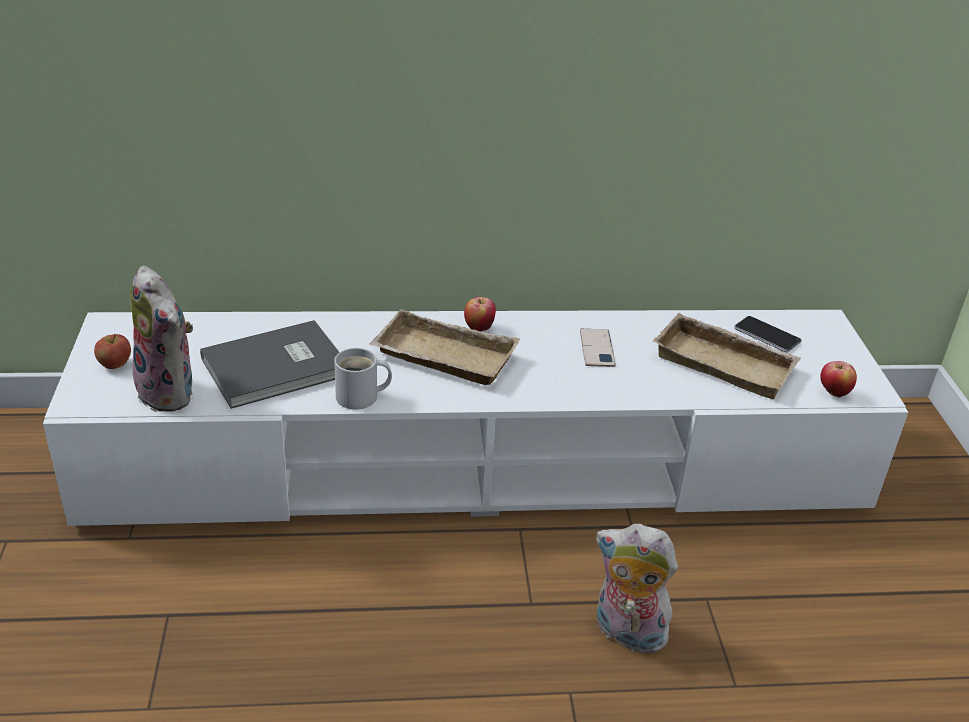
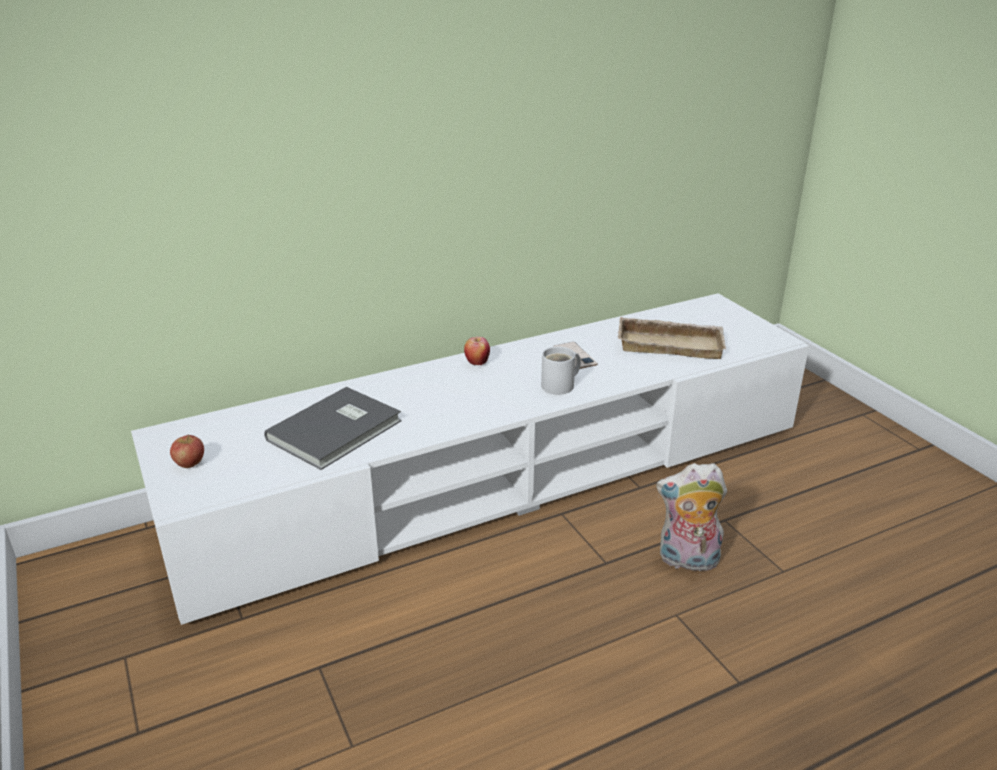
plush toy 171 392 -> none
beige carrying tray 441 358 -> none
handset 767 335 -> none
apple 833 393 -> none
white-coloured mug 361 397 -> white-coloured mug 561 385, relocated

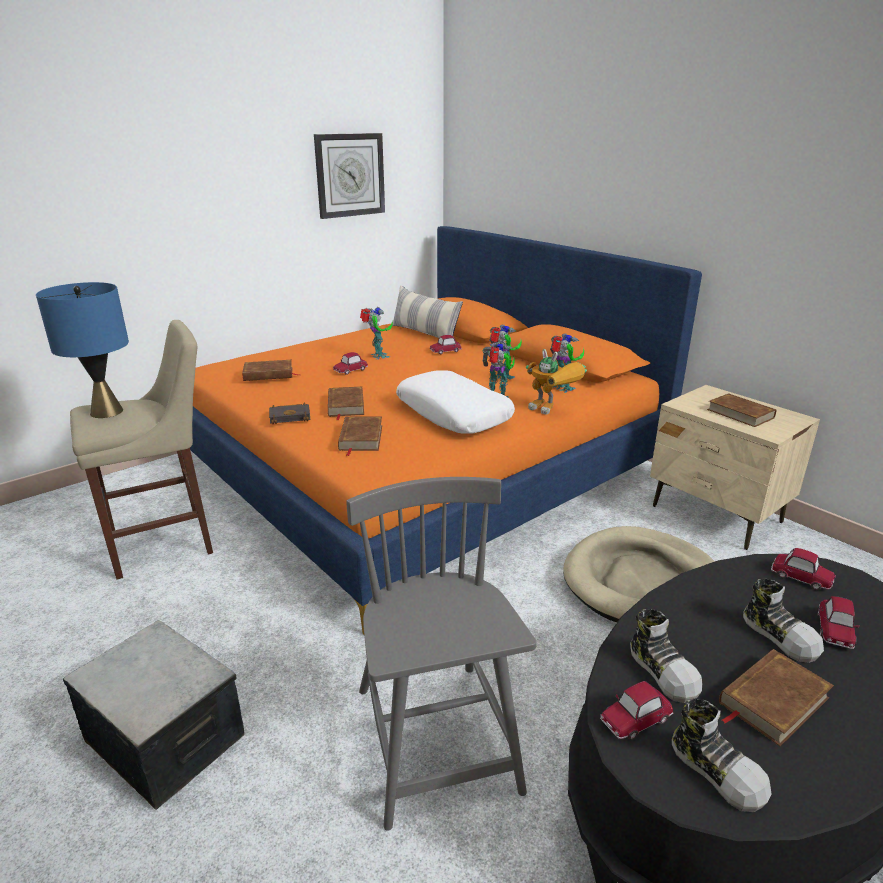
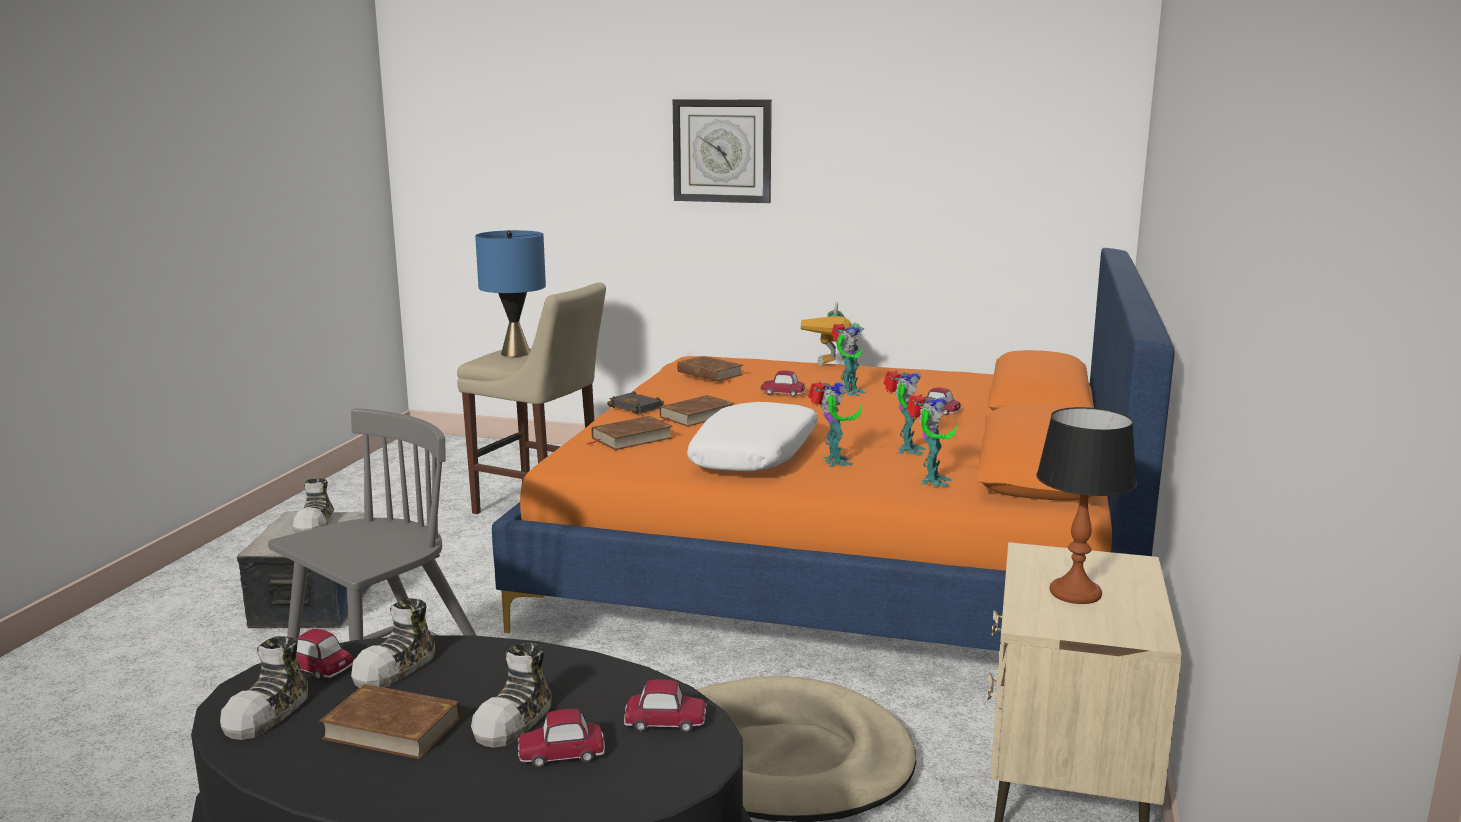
throw pillow 424 333 -> none
none -> shoe 316 523
wall clock 350 175 -> wall clock 722 151, relocated
toy robot 552 410 -> toy robot 831 365, relocated
brown bound book 740 413 -> table lamp 1076 593
model car 801 577 -> model car 665 721, 90 degrees counterclockwise

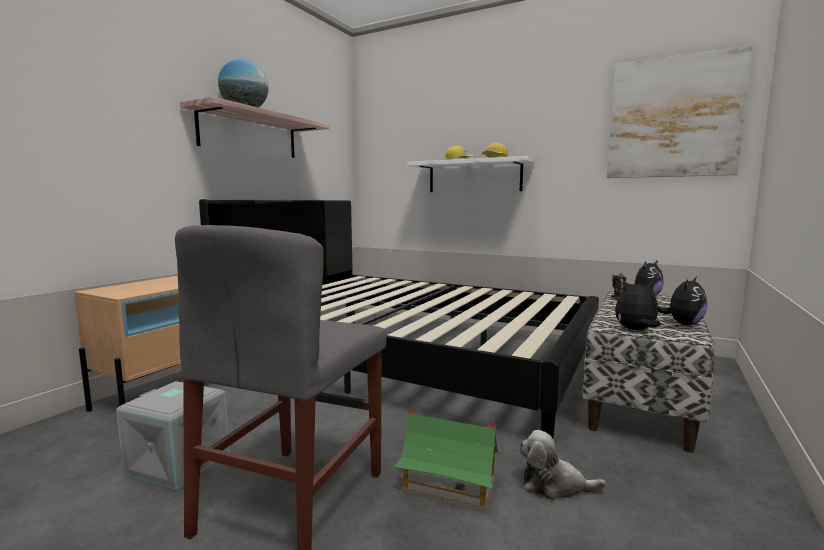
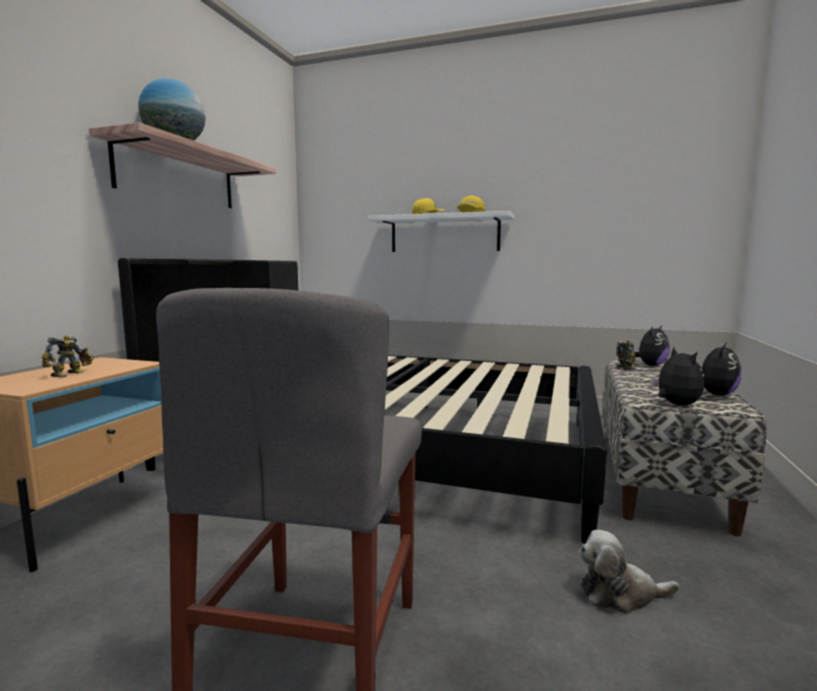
greyish storage box 177 463 -> none
miniature house 448 485 -> none
wall picture 673 118 -> none
none -> toy robot 70 374
plush toy 635 330 -> plush toy 675 405, 90 degrees clockwise

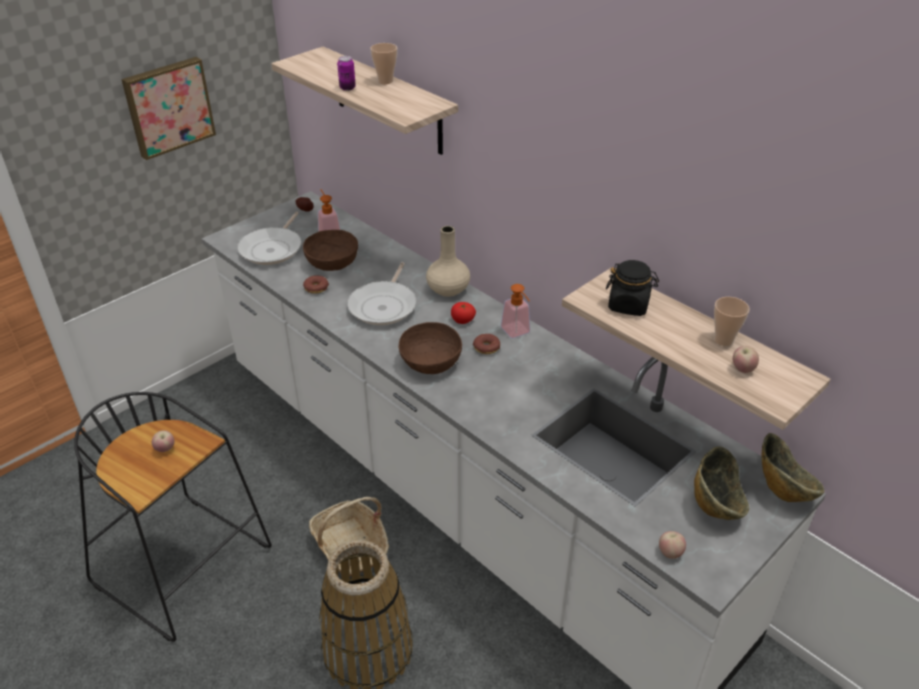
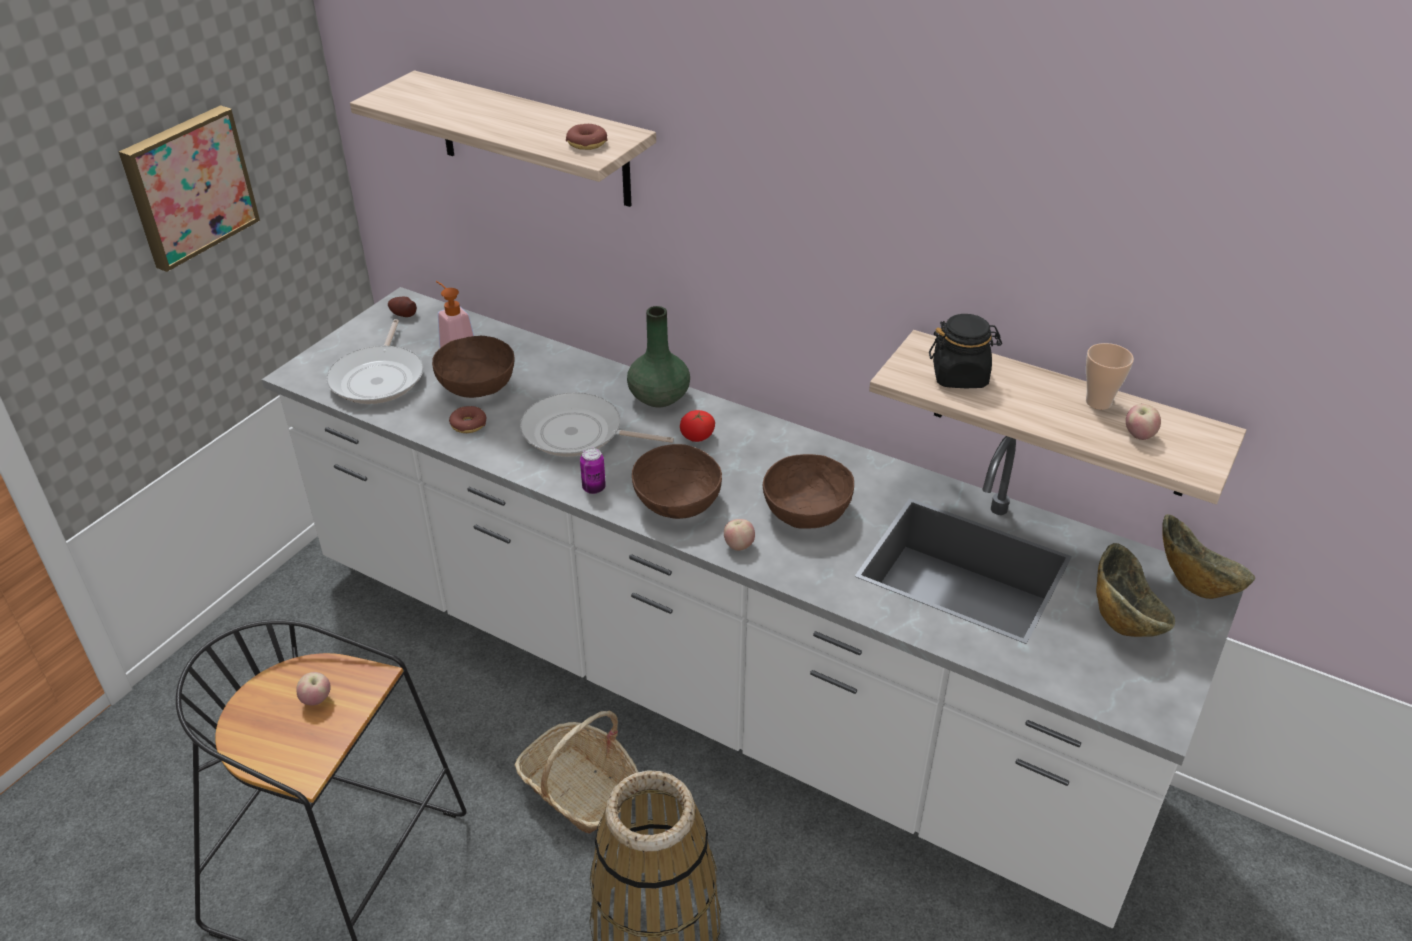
cup 385 81 -> none
soap dispenser 518 333 -> none
none -> brown deep dish 806 510
sealed can 347 88 -> sealed can 594 488, relocated
ring doughnut 486 347 -> ring doughnut 587 143, relocated
apple 670 553 -> apple 739 546, relocated
beige vase 447 290 -> green vase 658 398
pan 384 305 -> pan 578 434, 105 degrees clockwise

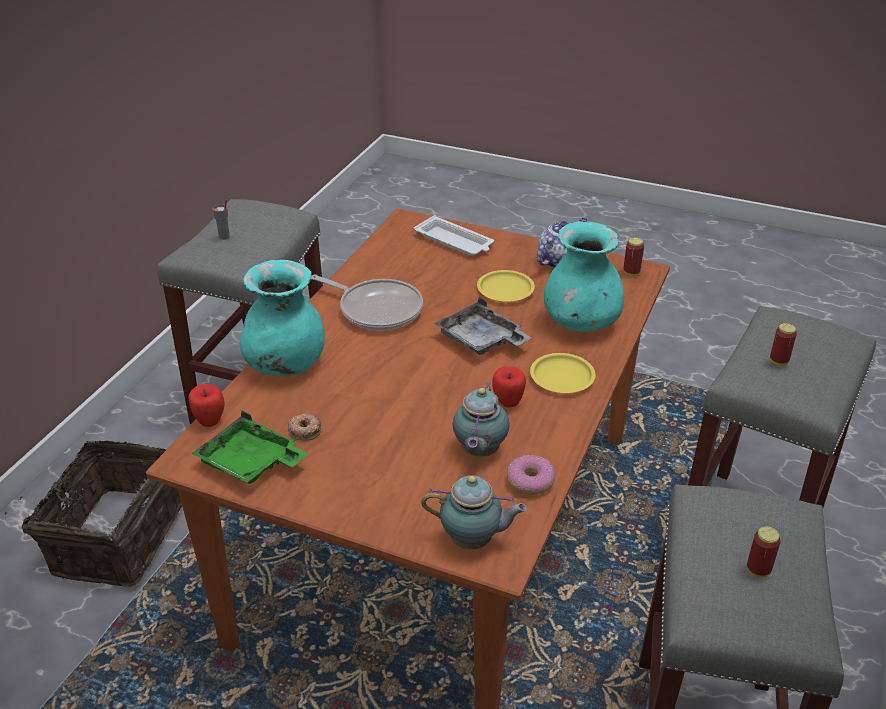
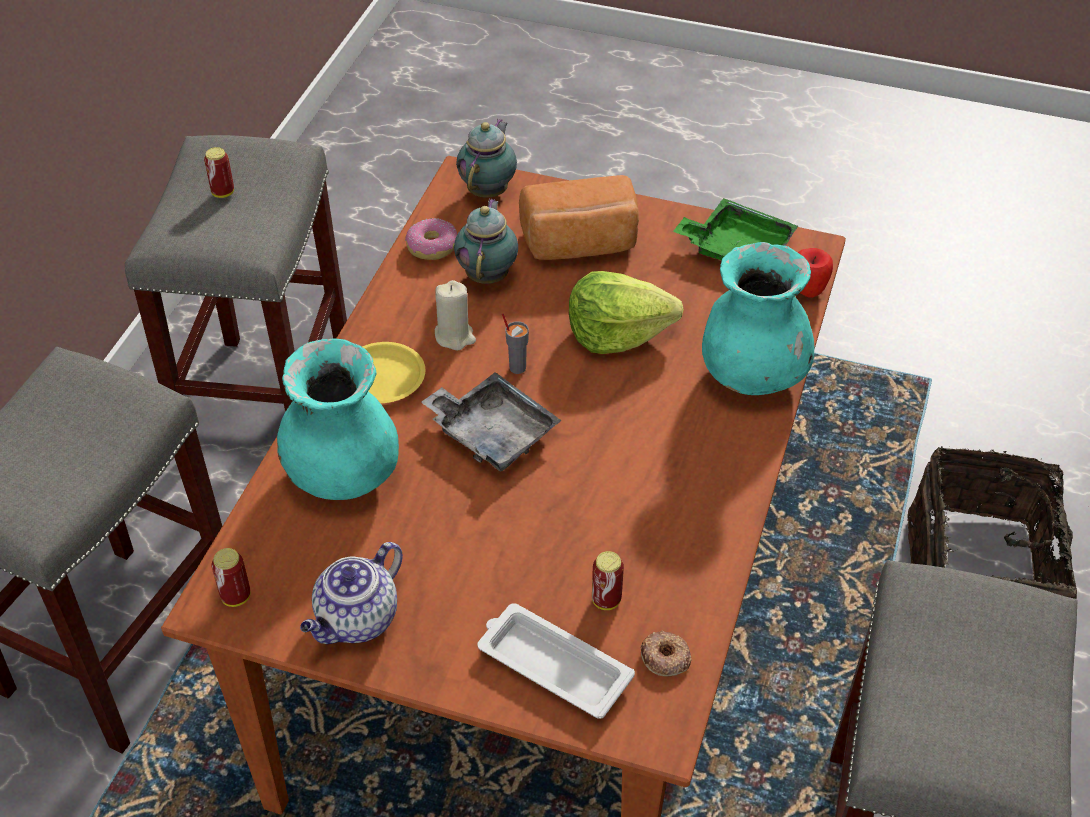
pan 377 309 -> none
yellow-coloured plate 505 290 -> none
none -> baked bread 580 245
none -> lettuce 617 333
greyish cup 224 237 -> greyish cup 517 367, relocated
ring doughnut 305 429 -> ring doughnut 665 657, relocated
sealed can 778 361 -> sealed can 606 600, relocated
apple 508 403 -> beige wax light 455 336
tea pot 474 541 -> tea pot 489 190, 105 degrees clockwise

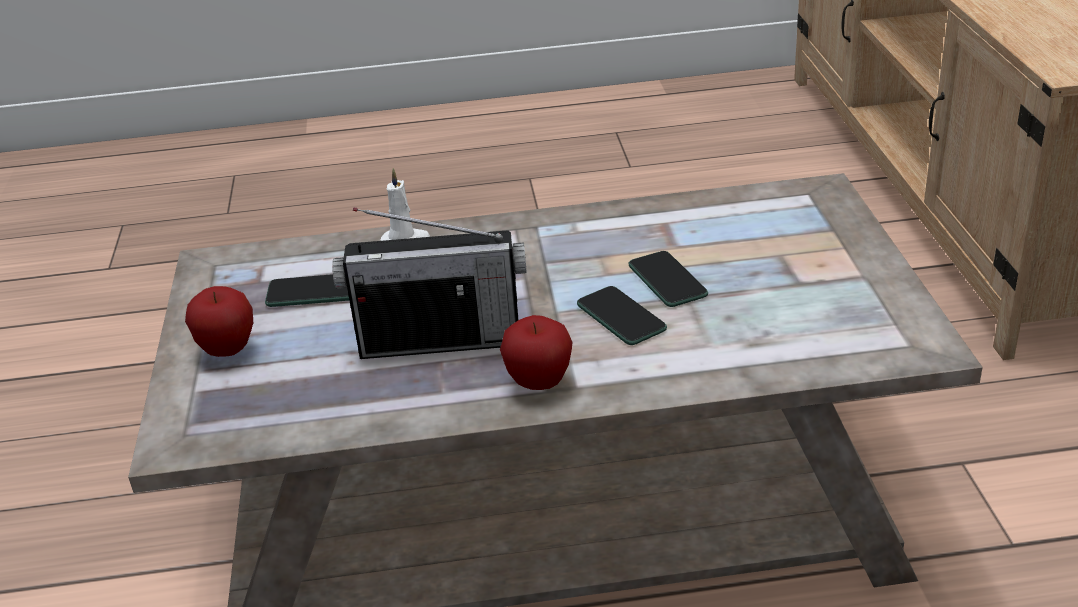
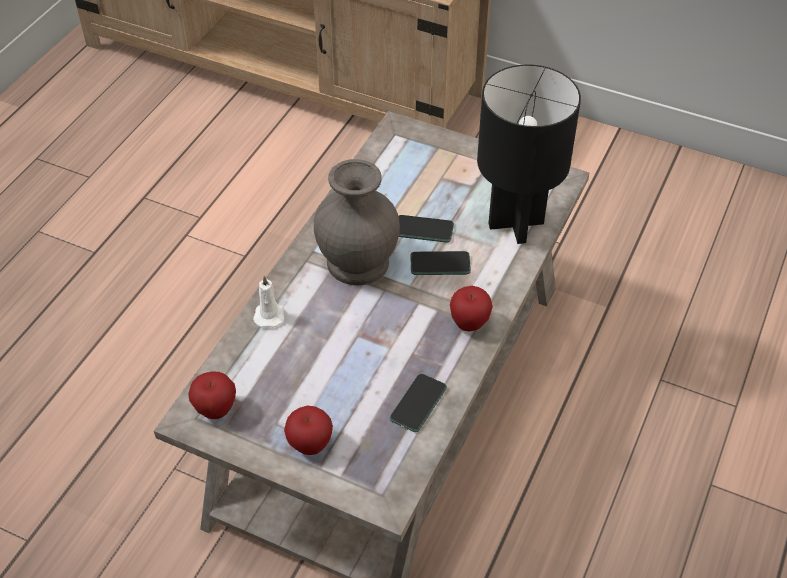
radio receiver 440 341 -> none
none -> apple 215 410
none -> greyish vase 356 262
none -> black-coloured table lamp 515 223
handset 312 292 -> handset 418 403, relocated

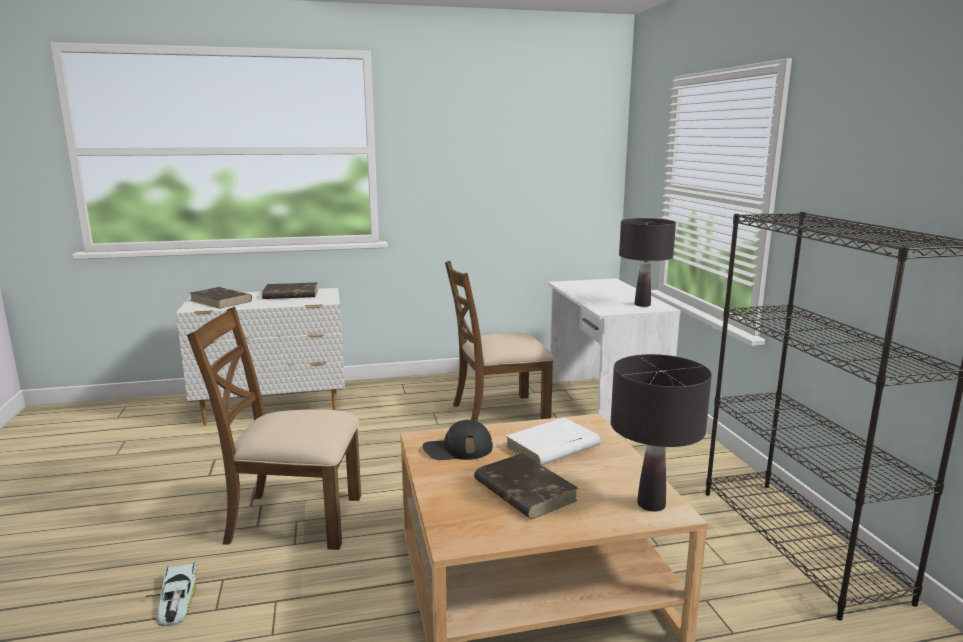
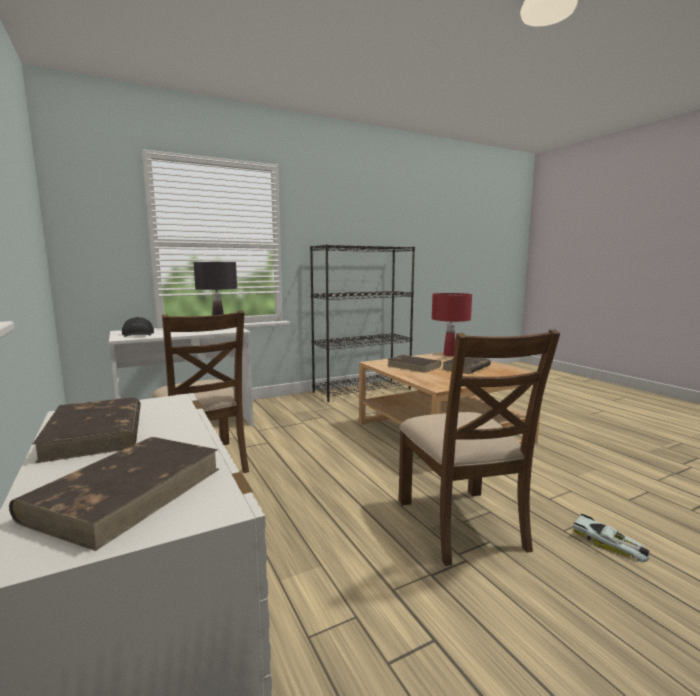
black-coloured cap 458 449 -> black-coloured cap 138 334, relocated
white-coloured bound book 552 447 -> brown bound book 414 366
black-coloured table lamp 650 504 -> red table lamp 449 355
model car 175 600 -> model car 609 544, 75 degrees clockwise

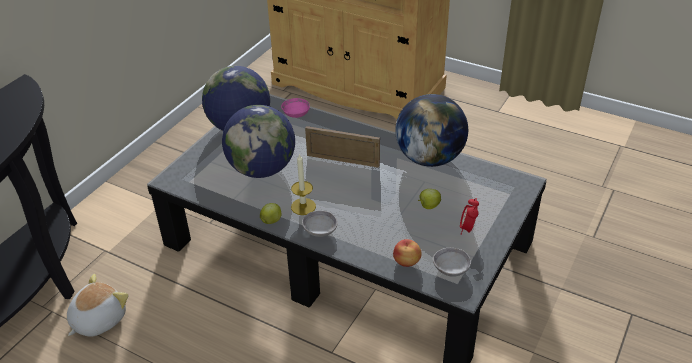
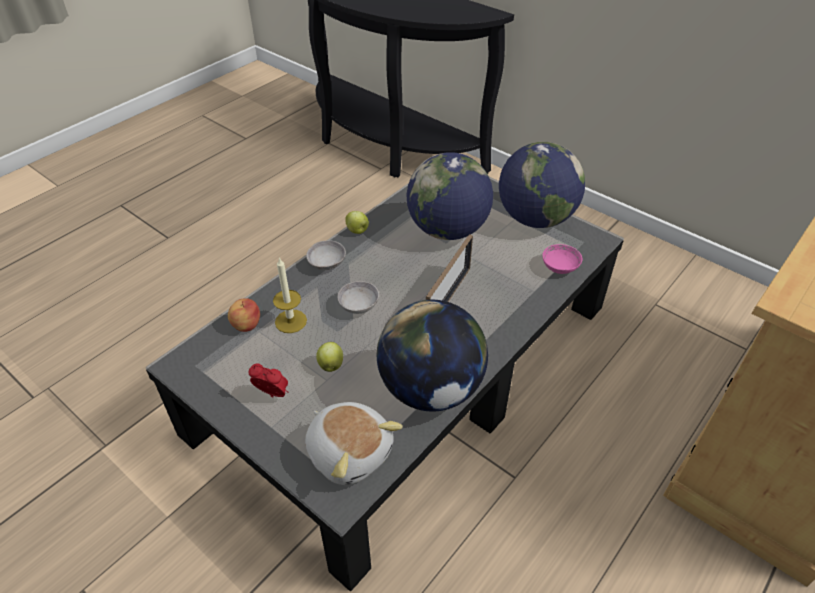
plush toy 98 319 -> plush toy 350 451, relocated
wax light 303 206 -> wax light 290 321, relocated
greyish deep dish 451 269 -> greyish deep dish 359 306, relocated

